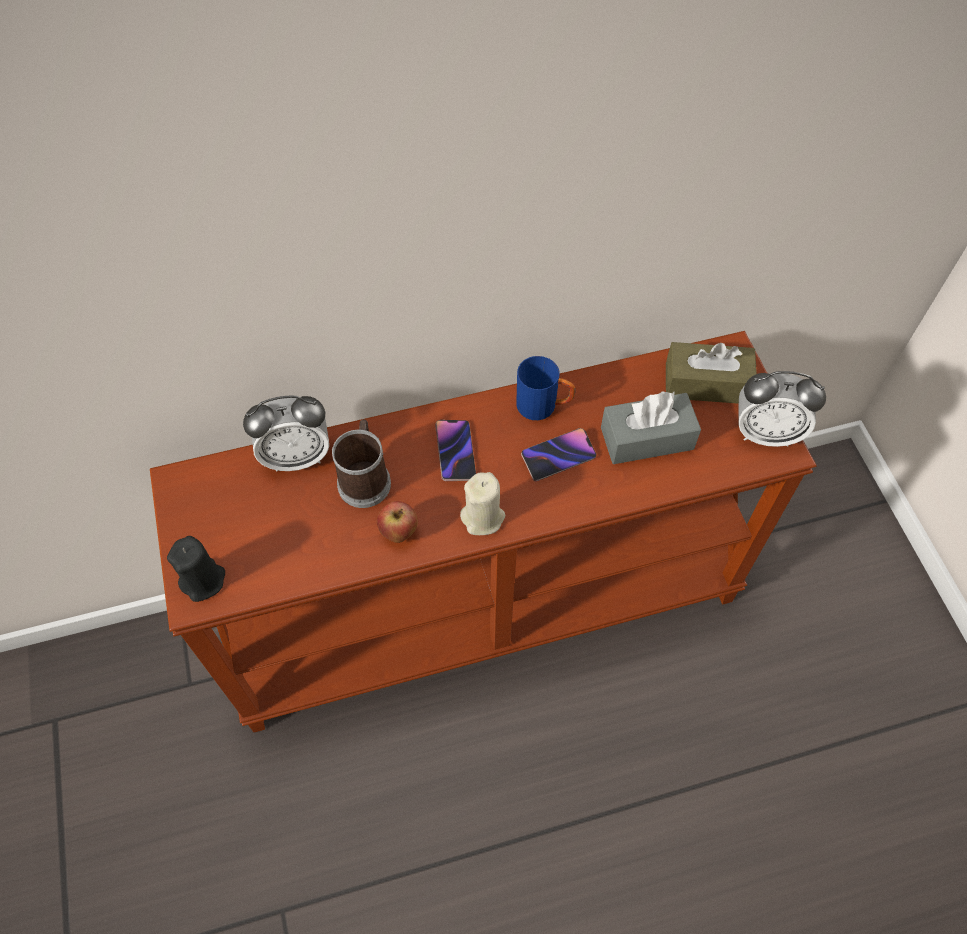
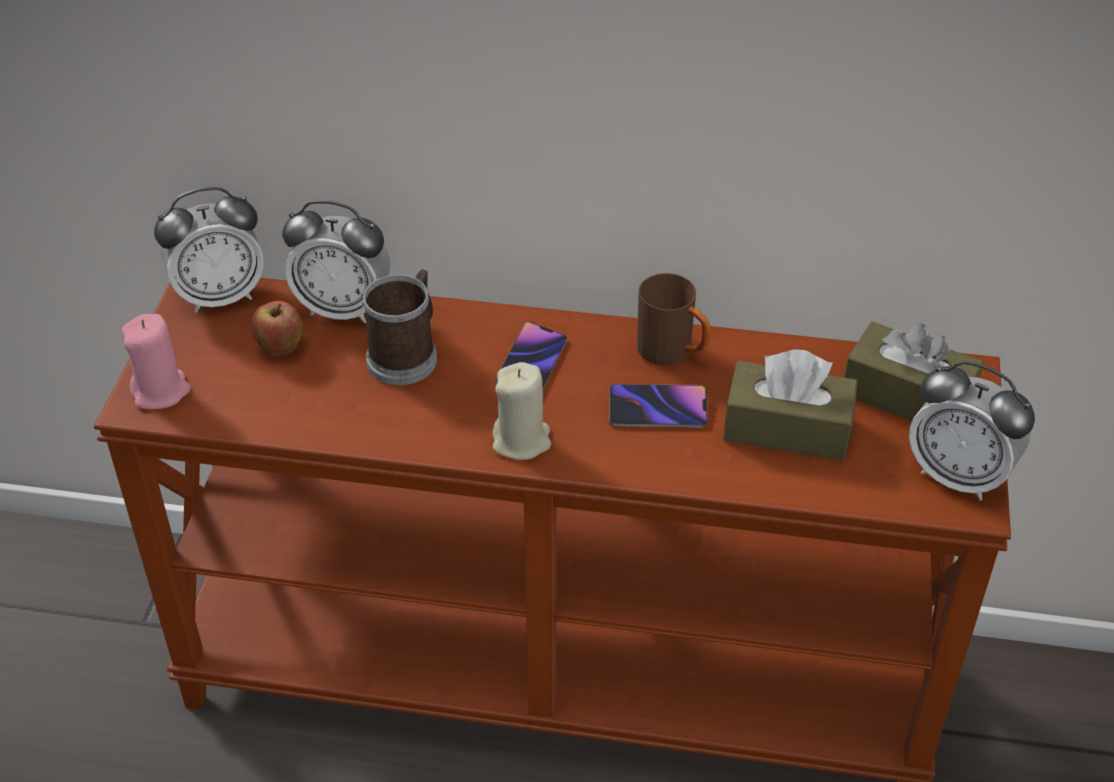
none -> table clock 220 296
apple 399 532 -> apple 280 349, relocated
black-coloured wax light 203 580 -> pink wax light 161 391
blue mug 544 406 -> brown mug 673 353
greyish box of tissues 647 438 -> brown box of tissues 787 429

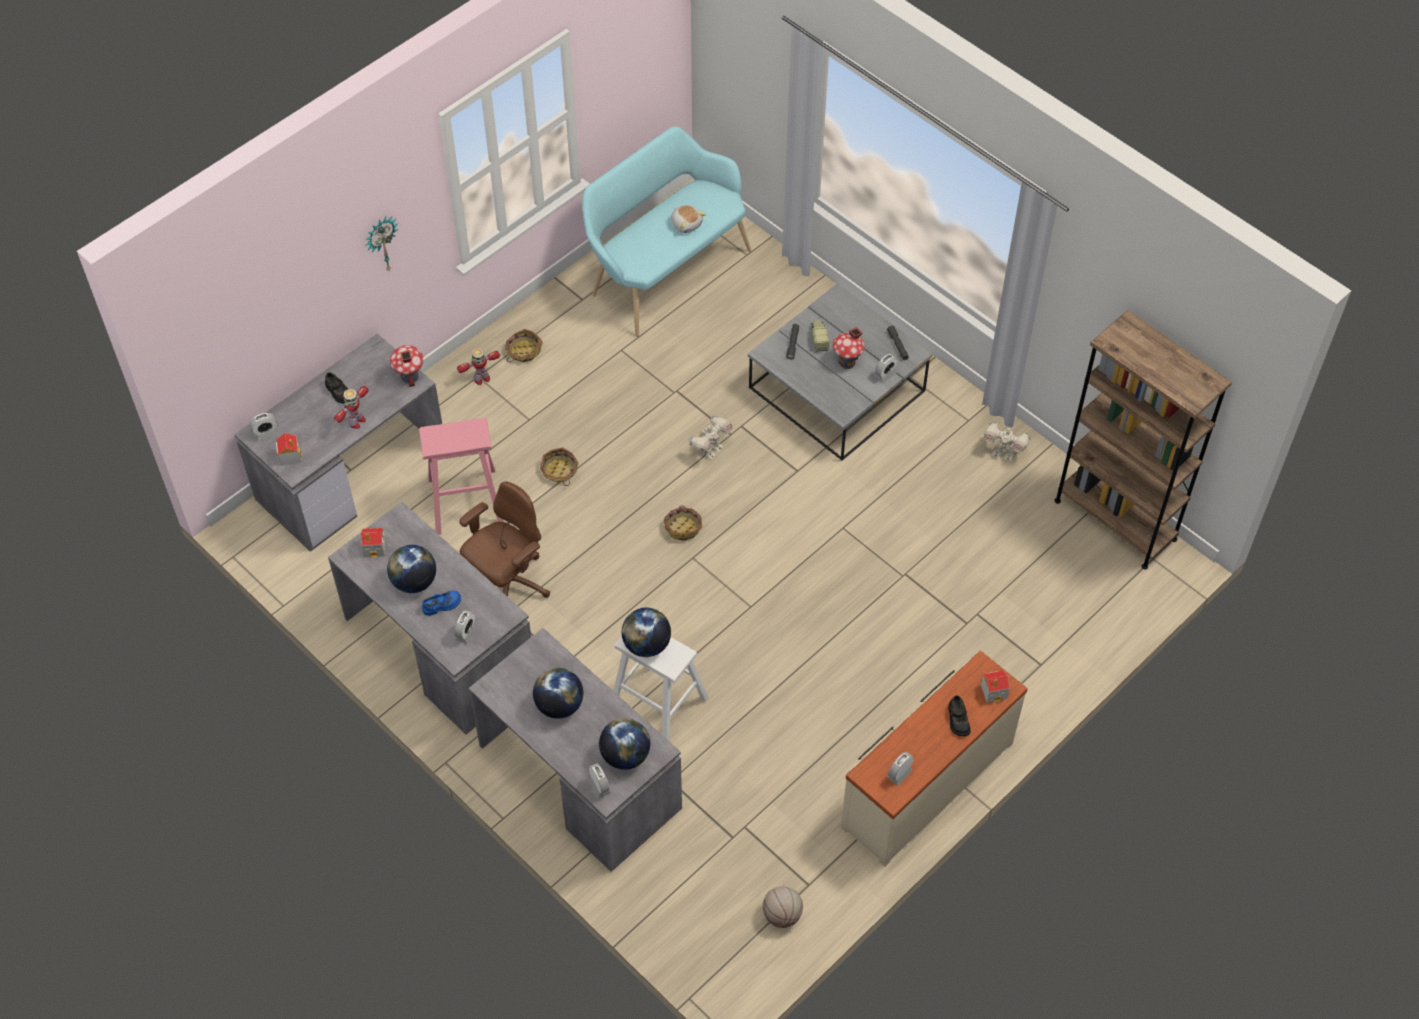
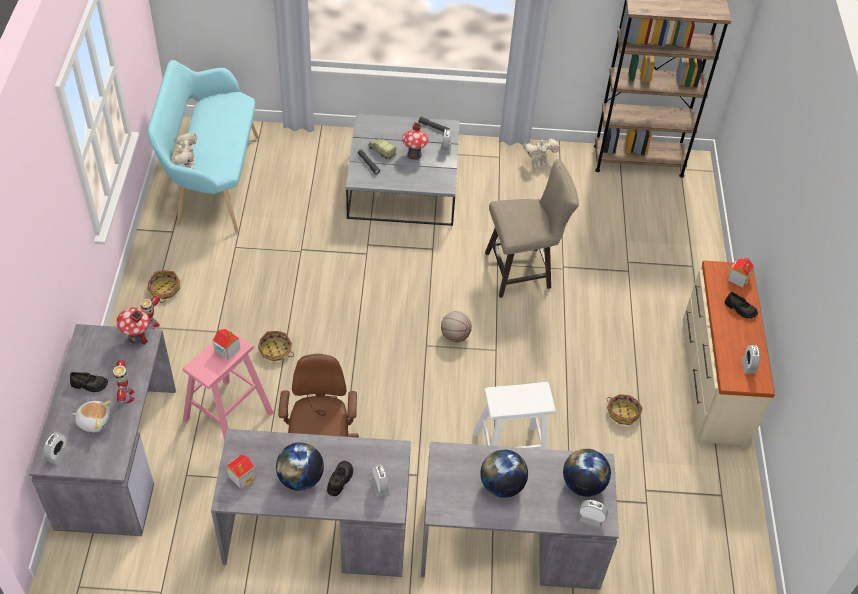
wall clock 382 244 -> none
world globe 646 645 -> none
none -> beige stool seat 523 270
miniature house 290 456 -> miniature house 227 349, relocated
household basket 683 527 -> household basket 623 413, relocated
plush toy 686 223 -> plush toy 94 420, relocated
toy robot 711 450 -> toy robot 187 166, relocated
basketball 782 914 -> basketball 455 335, relocated
blue shoe 442 605 -> black-coloured shoe 340 480

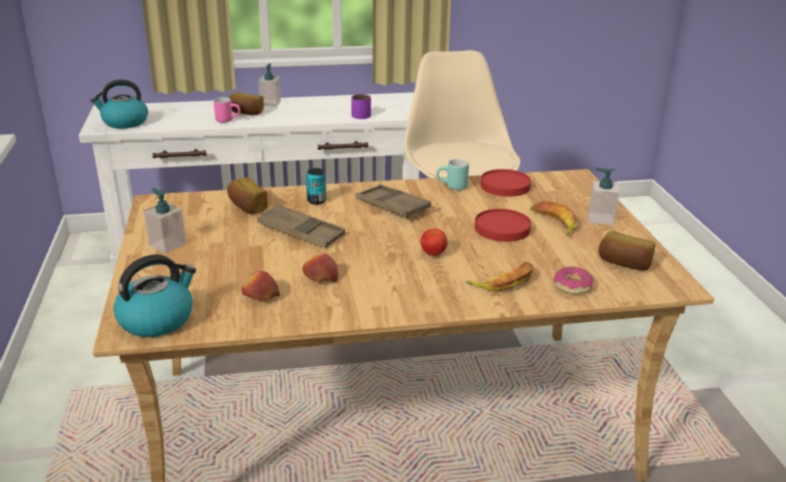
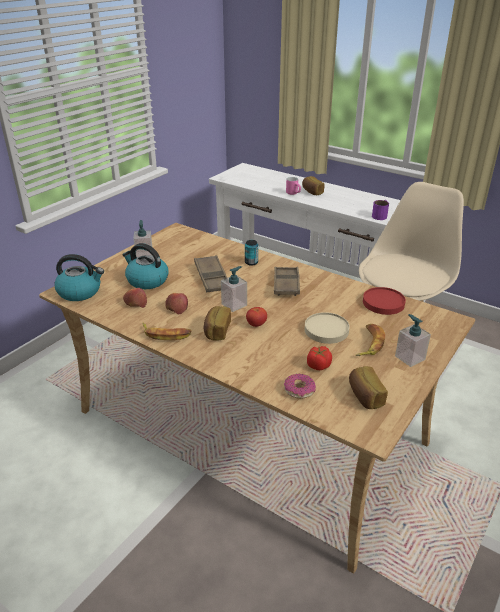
blue-green mug 452 187 -> none
none -> whole tomato 318 366
kettle 124 122 -> kettle 146 280, relocated
baked bread 246 207 -> baked bread 216 331, relocated
soap dispenser 270 103 -> soap dispenser 234 304, relocated
banana fruit 503 281 -> banana fruit 166 334, relocated
red plate 501 228 -> beige plate 326 330

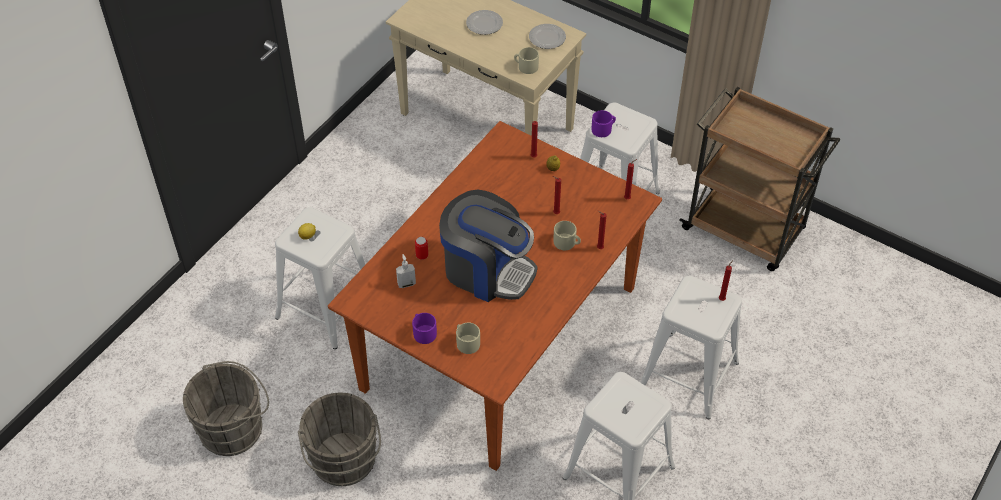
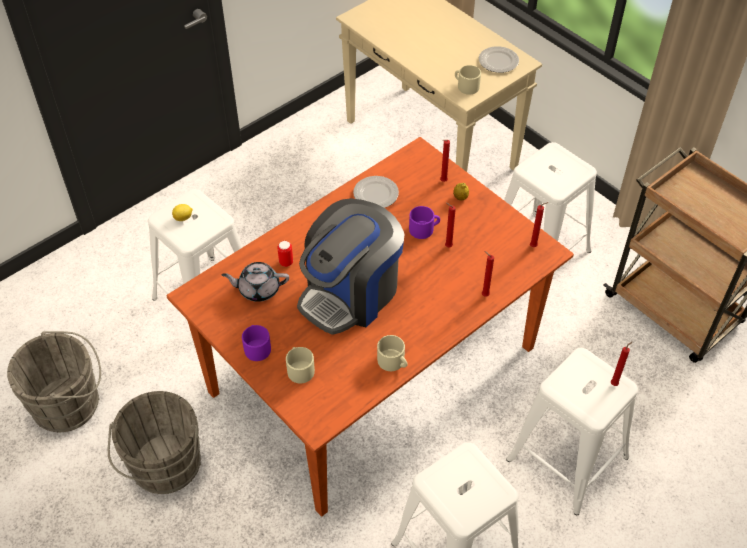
plate 485 24 -> plate 376 194, relocated
beige mug 567 243 -> beige mug 393 362, relocated
purple mug 603 129 -> purple mug 424 229, relocated
soap dispenser 406 283 -> greyish tea pot 258 289
coffee machine 487 270 -> coffee machine 351 293, 90 degrees clockwise

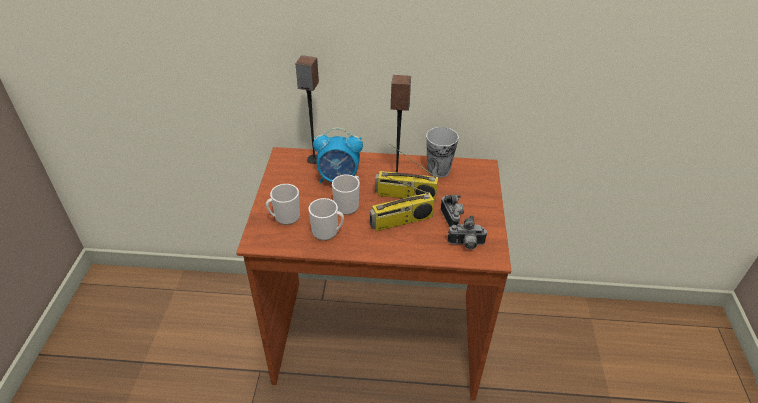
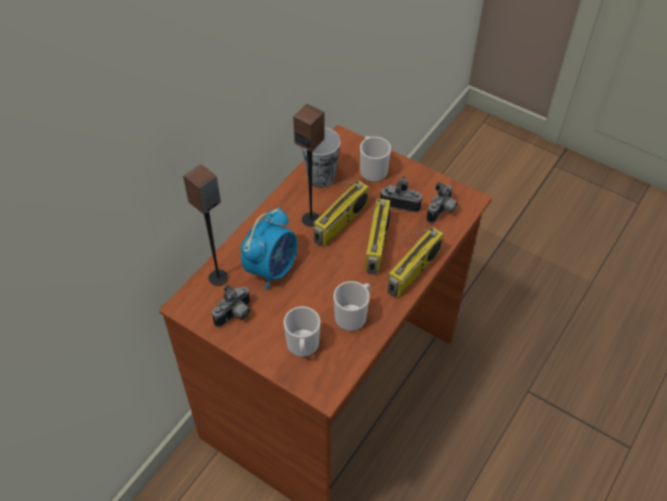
none -> still camera 235 315
none -> radio receiver 414 272
mug 348 205 -> mug 372 170, relocated

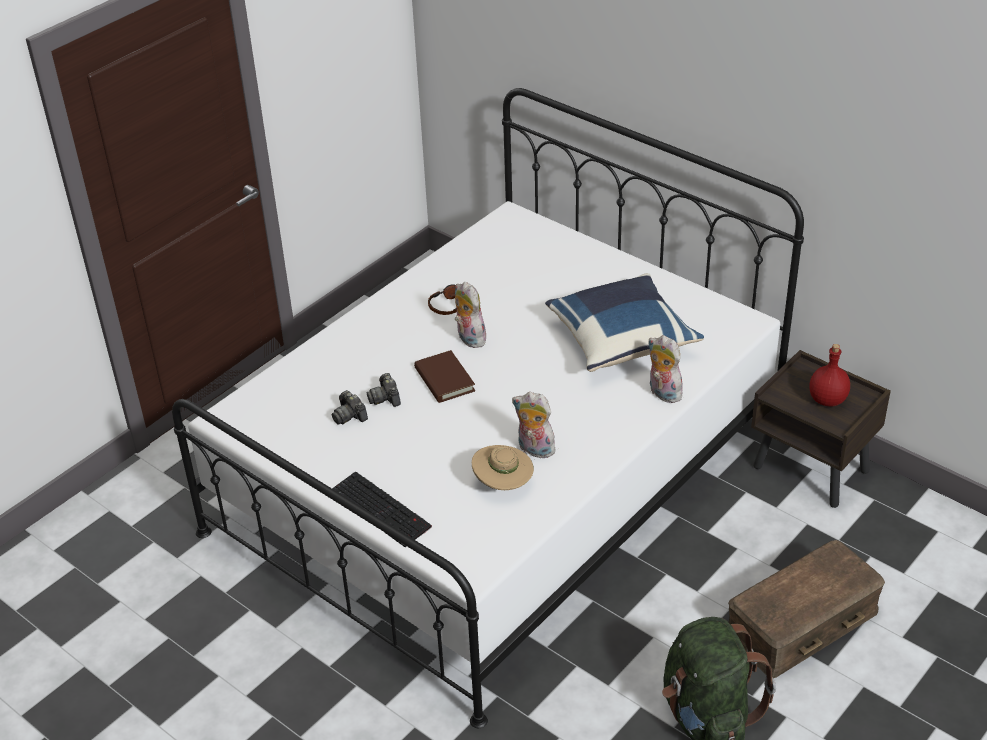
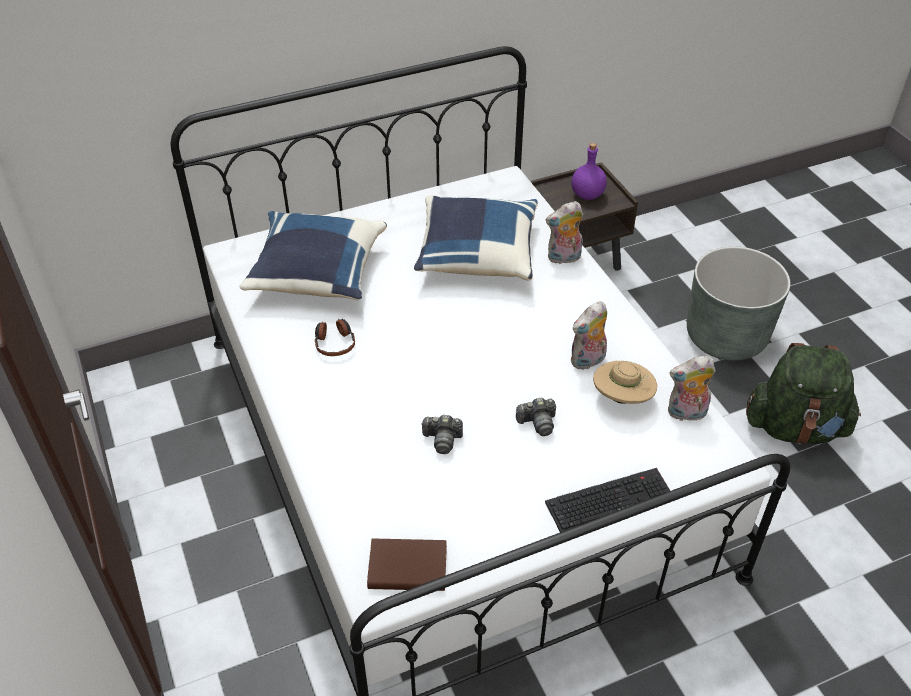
none -> blue throw pillow 316 275
still camera 349 416 -> still camera 537 423, relocated
brown bound book 444 380 -> brown bound book 407 568, relocated
plush toy 469 338 -> plush toy 686 414, relocated
brown storage box 802 623 -> greyish planter 726 336
red drink bottle 828 399 -> purple drink bottle 587 194

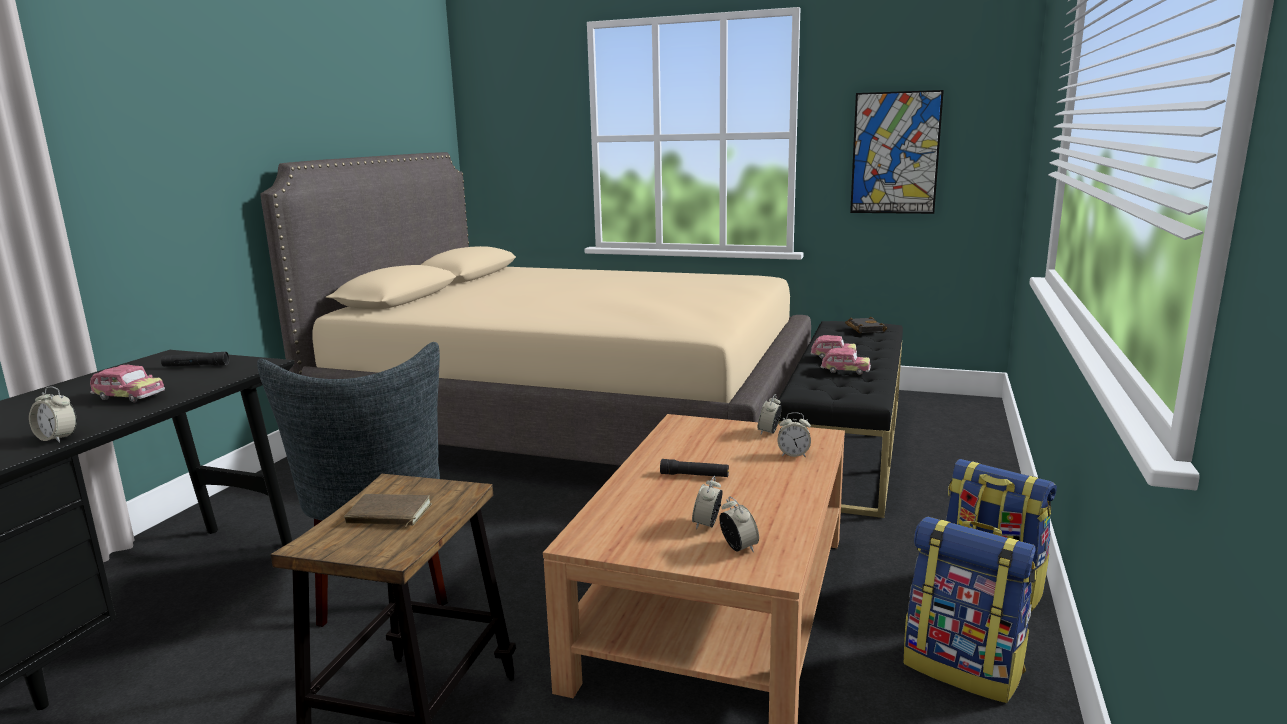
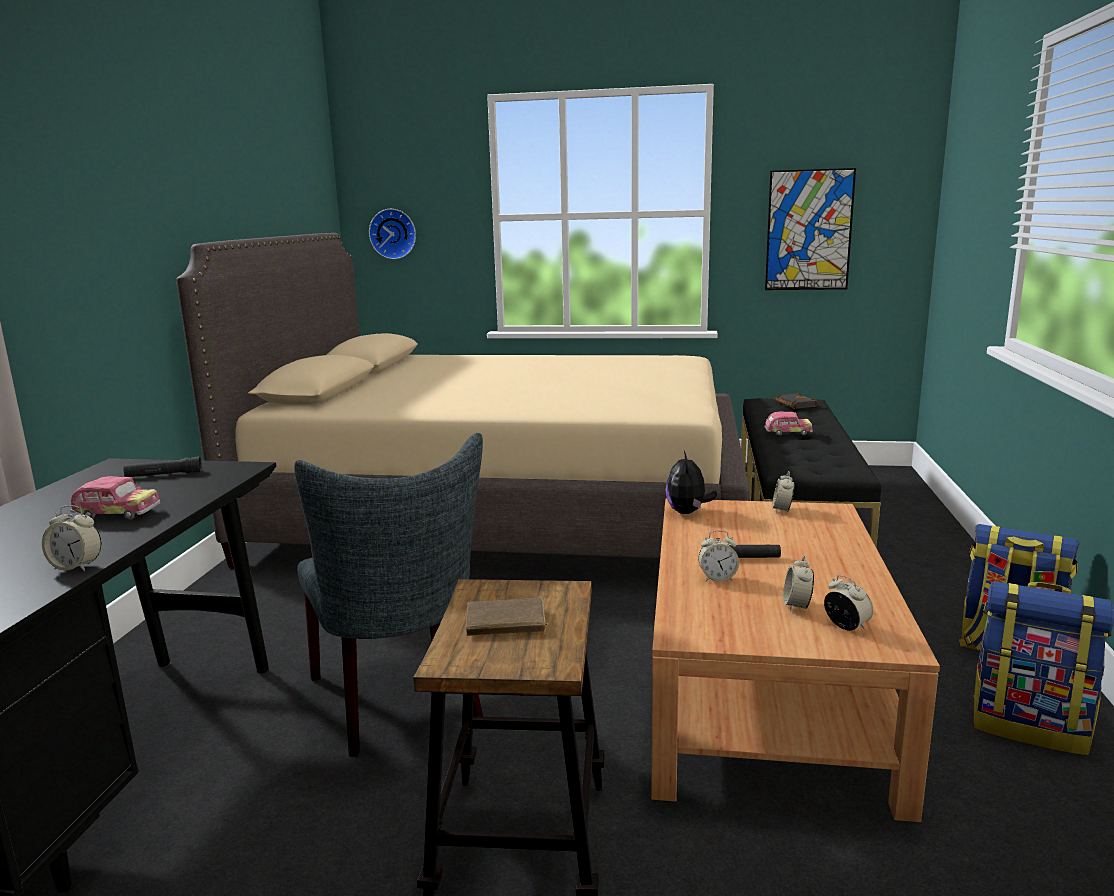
model car 845 371 -> none
none -> wall clock 393 234
none -> plush toy 688 512
table clock 793 454 -> table clock 717 578, relocated

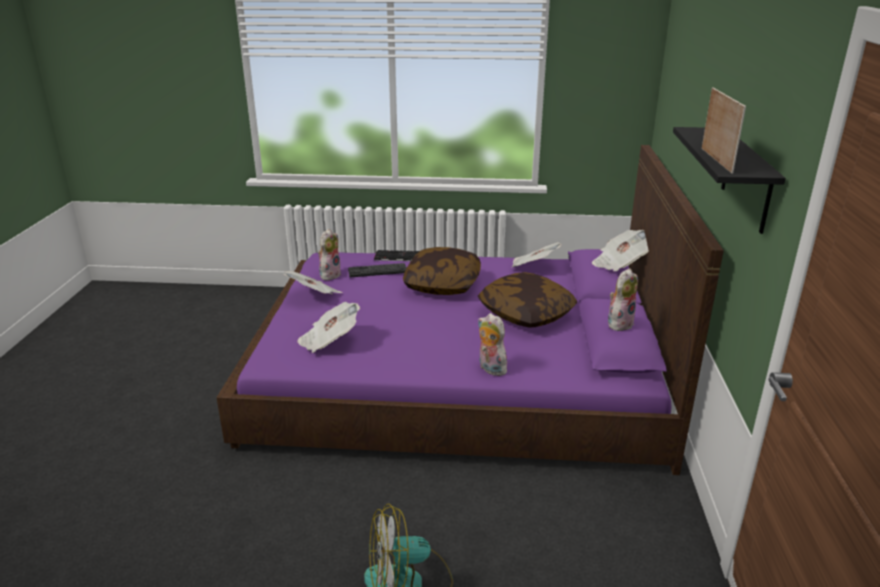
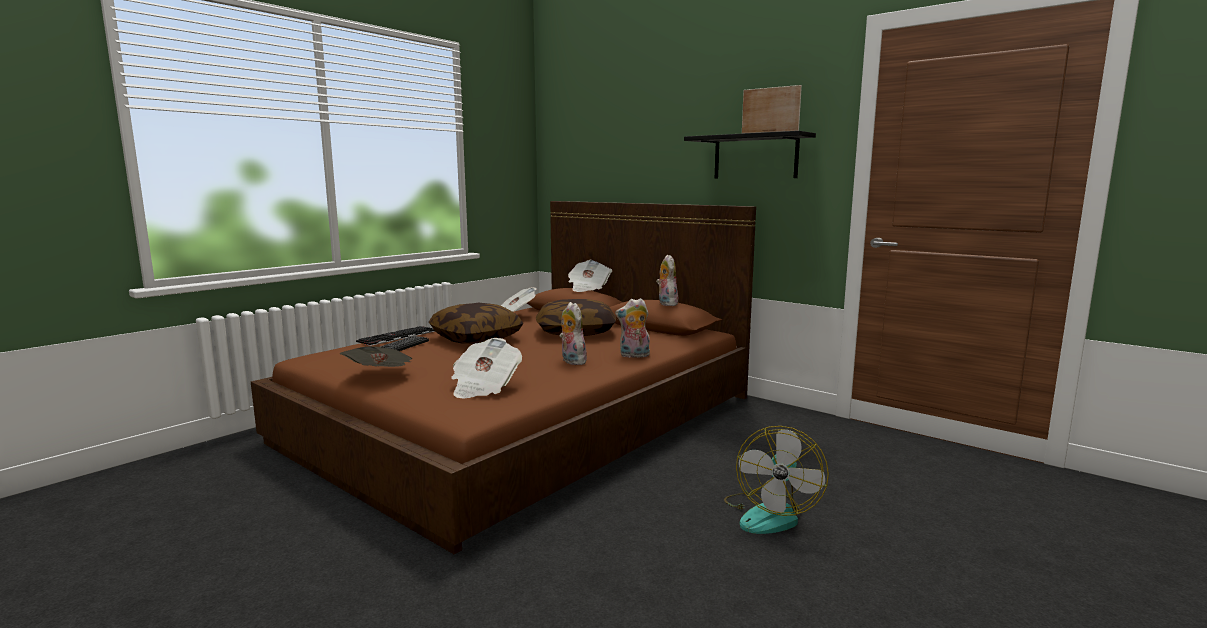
plush toy 329 274 -> plush toy 571 361, relocated
purple bedroom bed 458 373 -> brown bedroom bed 527 418

